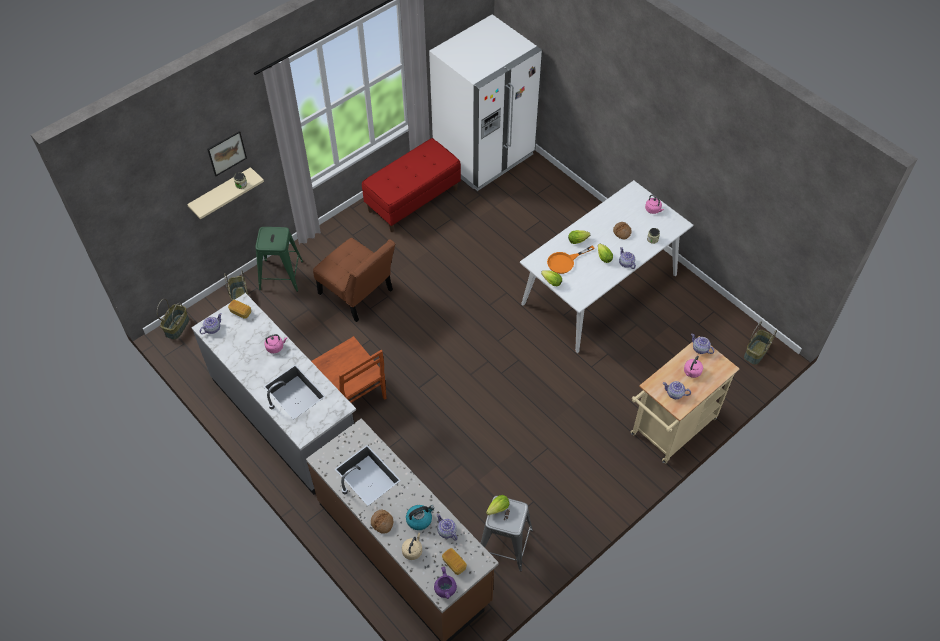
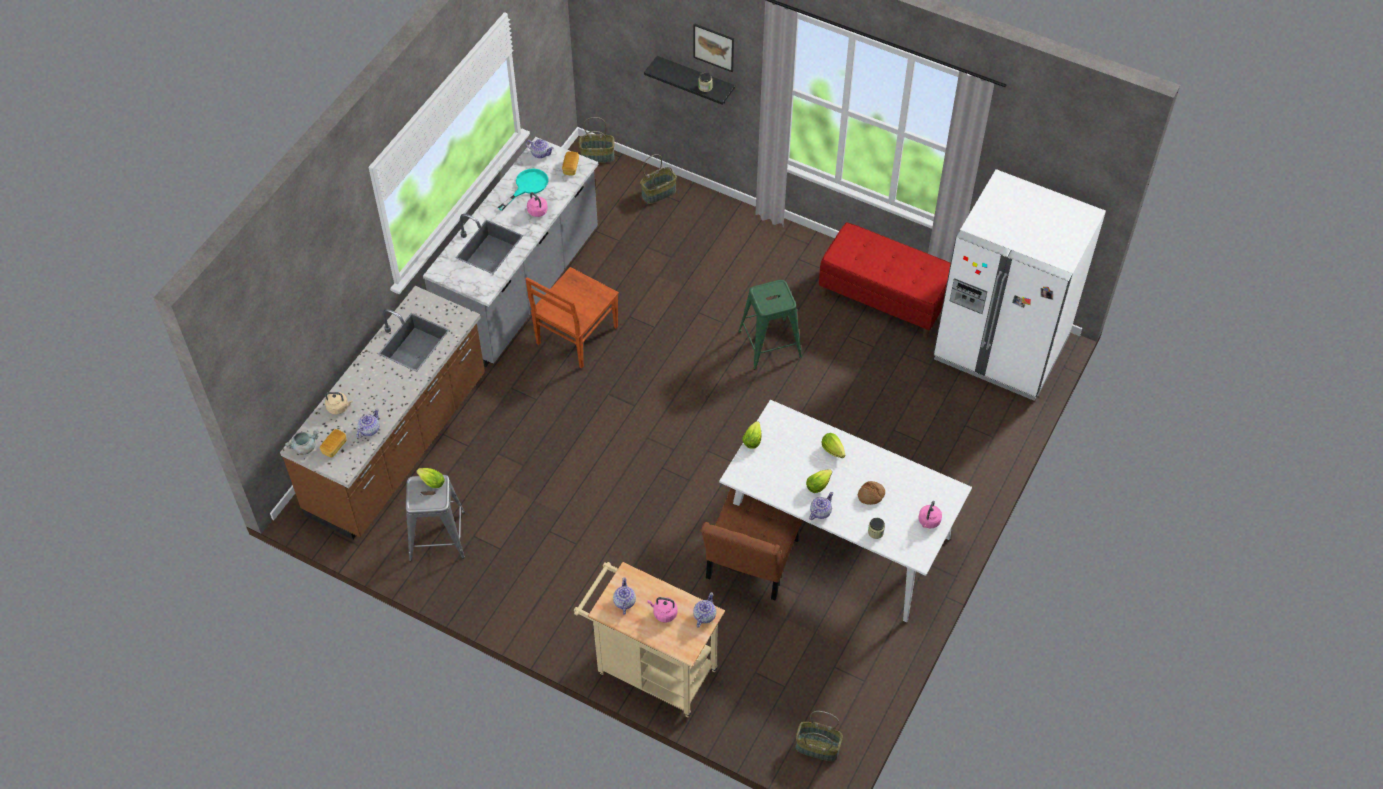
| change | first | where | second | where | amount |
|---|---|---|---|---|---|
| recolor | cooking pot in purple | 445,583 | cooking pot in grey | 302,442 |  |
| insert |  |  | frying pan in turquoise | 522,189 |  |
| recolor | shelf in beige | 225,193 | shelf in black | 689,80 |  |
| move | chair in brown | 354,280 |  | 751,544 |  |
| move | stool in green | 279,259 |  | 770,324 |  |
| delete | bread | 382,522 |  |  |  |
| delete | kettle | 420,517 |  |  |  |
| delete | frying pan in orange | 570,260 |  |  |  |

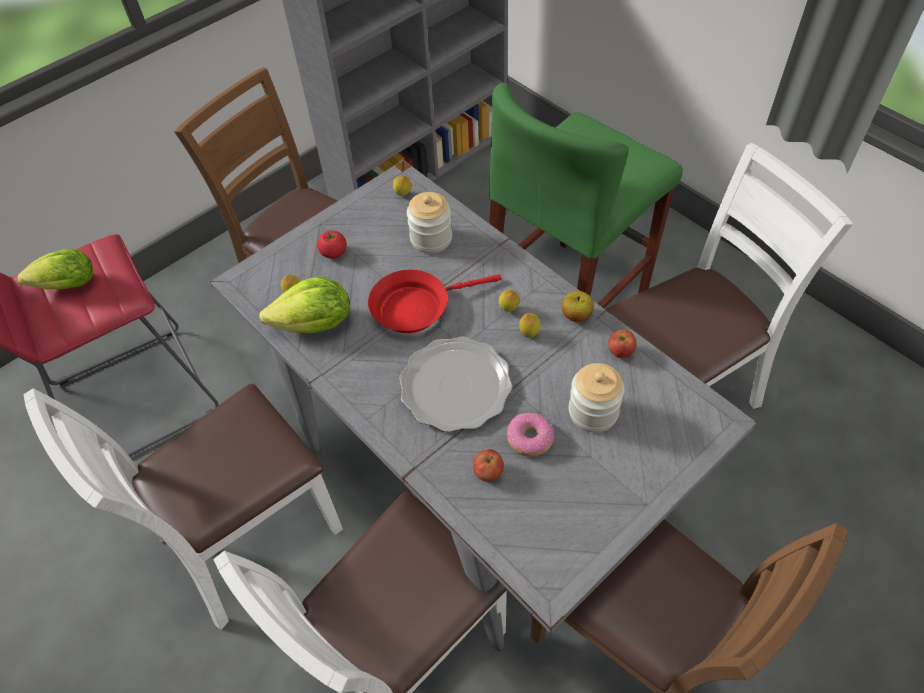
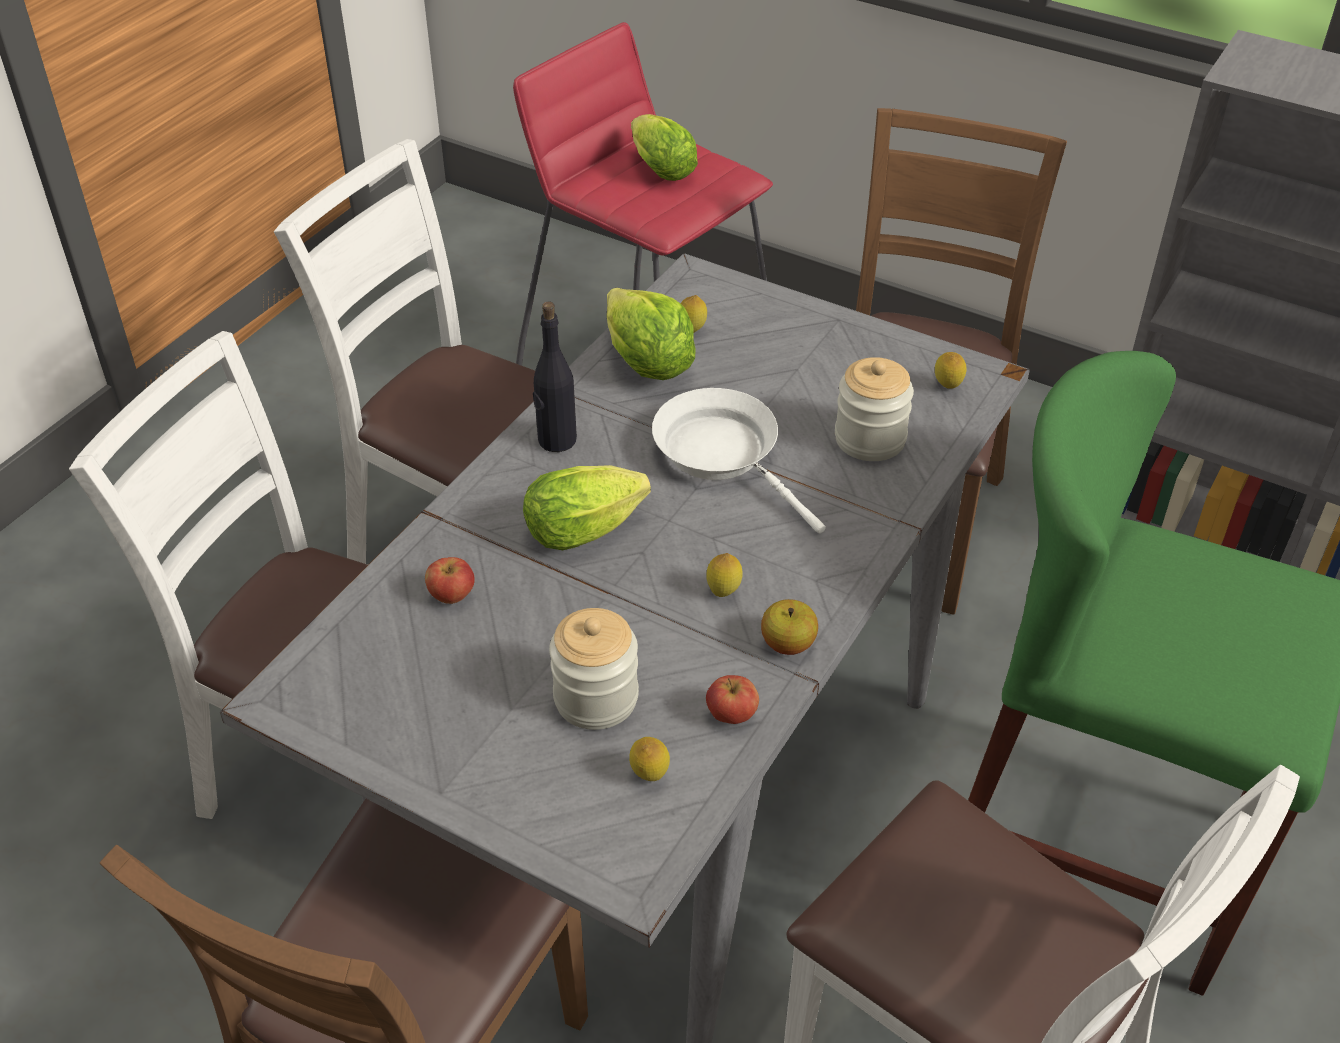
| change | first | where | second | where | amount |
|---|---|---|---|---|---|
| replace | plate | 455,384 | lettuce | 587,507 |  |
| insert |  |  | bottle in black | 555,376 |  |
| move | lemon | 509,301 |  | 649,759 |  |
| recolor | frying pan in red | 434,301 | frying pan in white | 739,460 |  |
| delete | tomato | 332,245 |  |  |  |
| delete | donut | 530,435 |  |  |  |

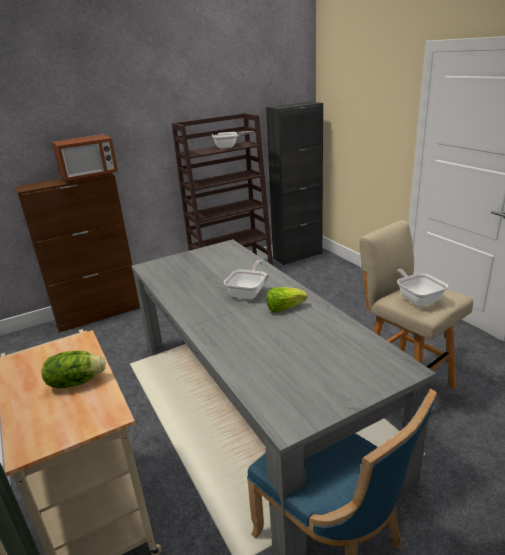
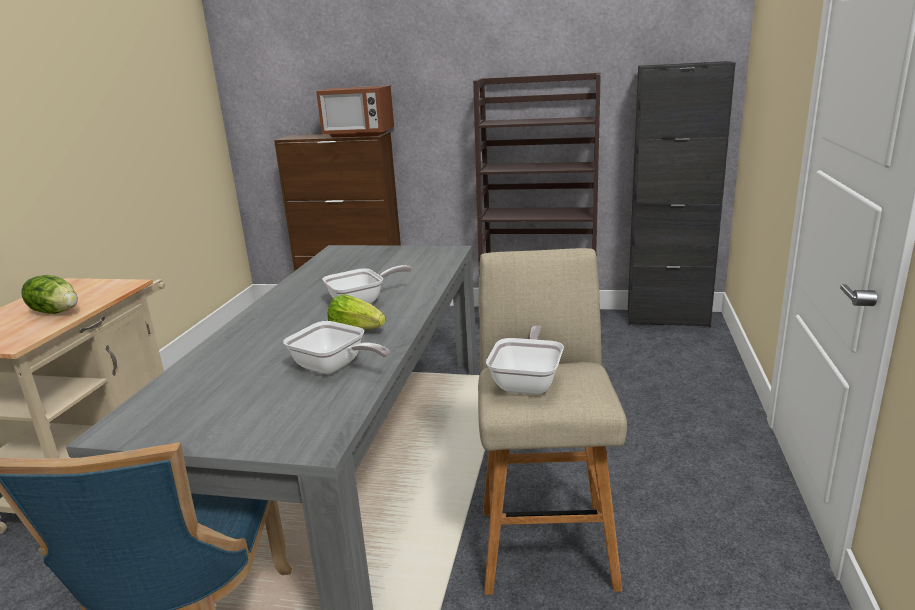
| change | first | where | second | where | amount |
|---|---|---|---|---|---|
| move | frying pan | 233,140 |  | 336,347 |  |

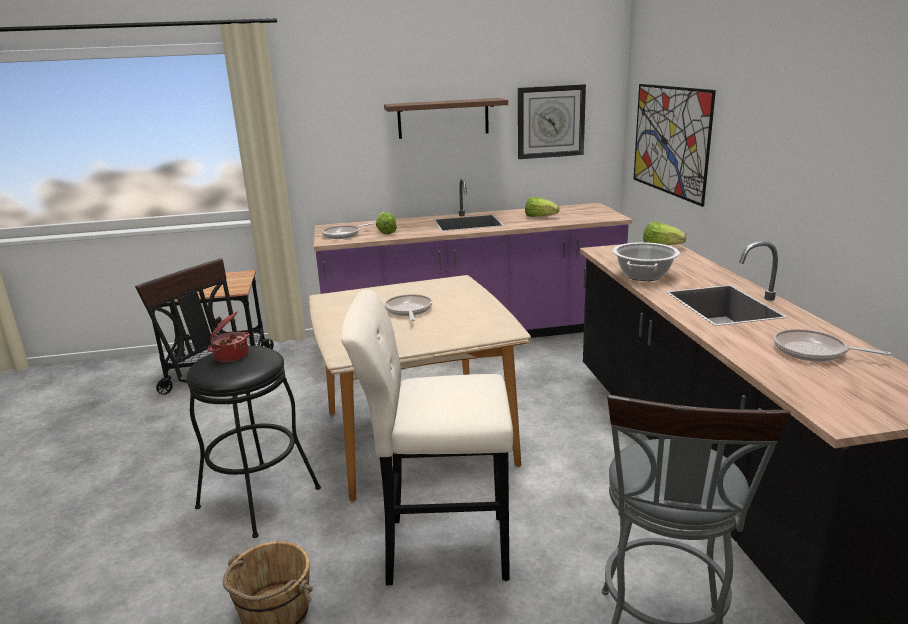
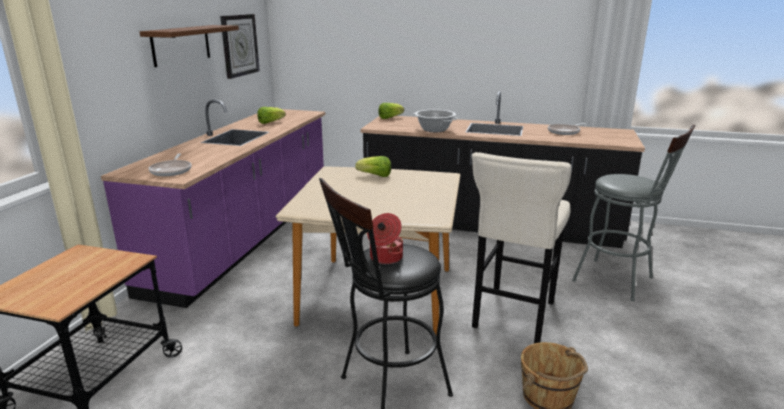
| change | first | where | second | where | amount |
|---|---|---|---|---|---|
| move | lettuce | 386,223 |  | 373,166 |  |
| delete | frying pan | 408,307 |  |  |  |
| delete | picture | 674,145 |  |  |  |

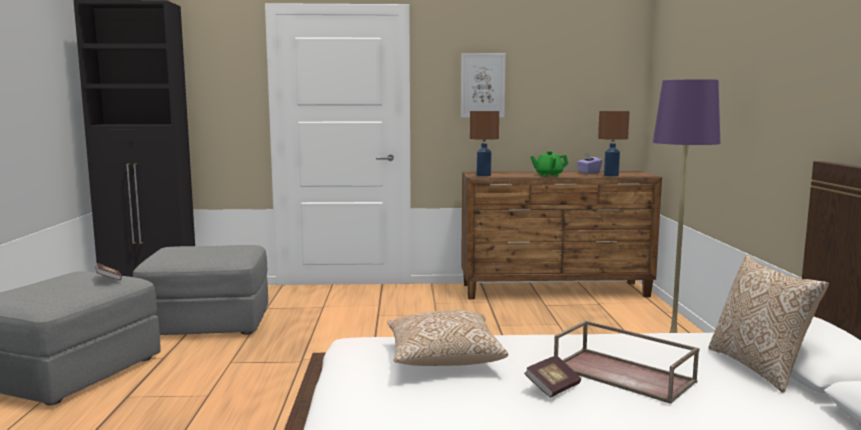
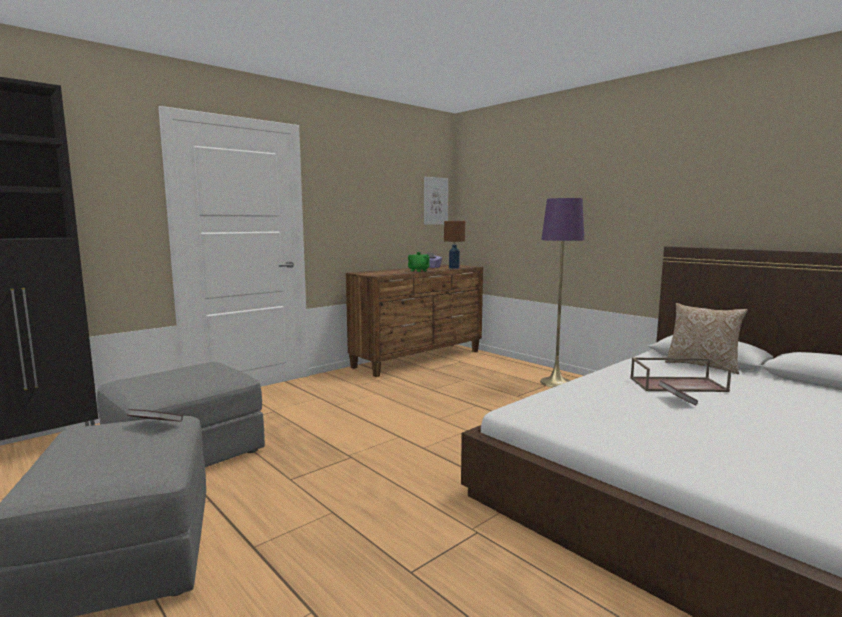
| change | first | where | second | where | amount |
|---|---|---|---|---|---|
| move | picture | 483,85 |  | 436,201 |  |
| delete | pillow | 447,338 |  |  |  |
| delete | table lamp in brown | 484,144 |  |  |  |

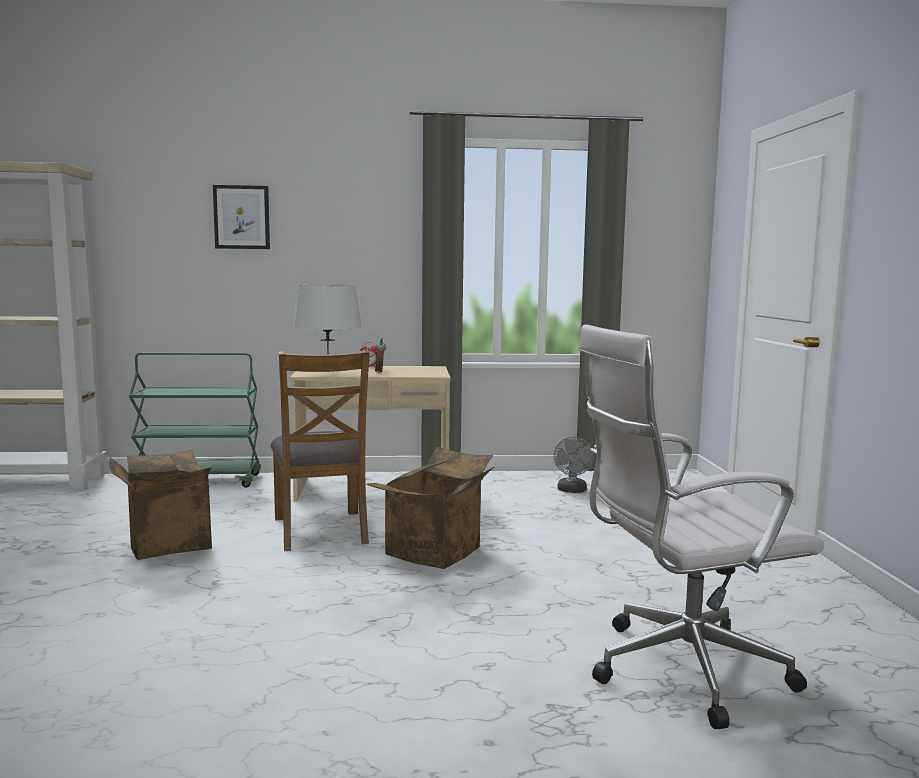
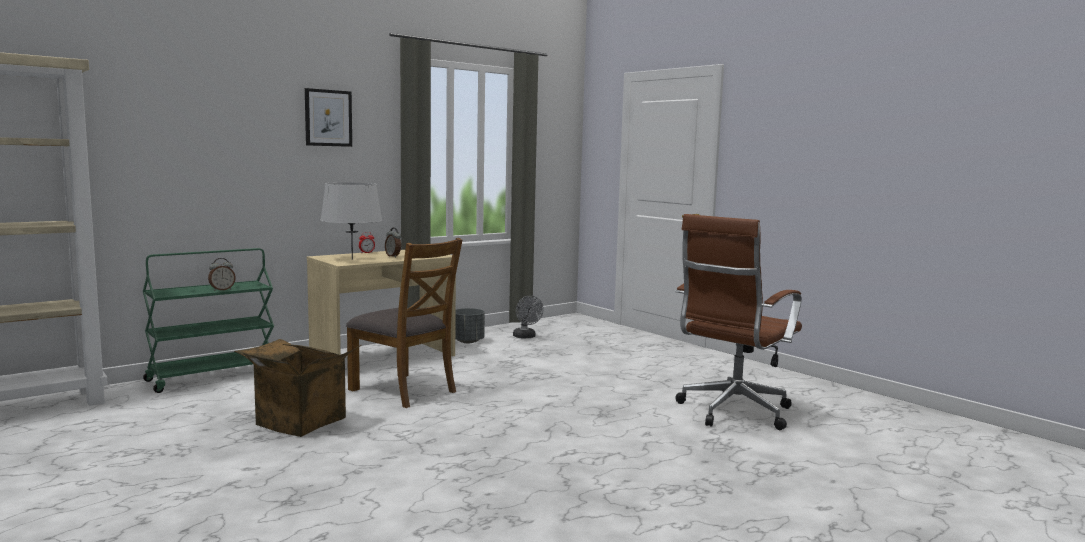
| change | first | where | second | where | amount |
|---|---|---|---|---|---|
| insert |  |  | alarm clock | 222,274 |  |
| move | picture | 241,217 |  | 328,117 |  |
| insert |  |  | planter in grey | 470,325 |  |
| recolor | office chair in white | 701,526 | office chair in brown | 738,322 |  |
| delete | cardboard box | 430,508 |  |  |  |

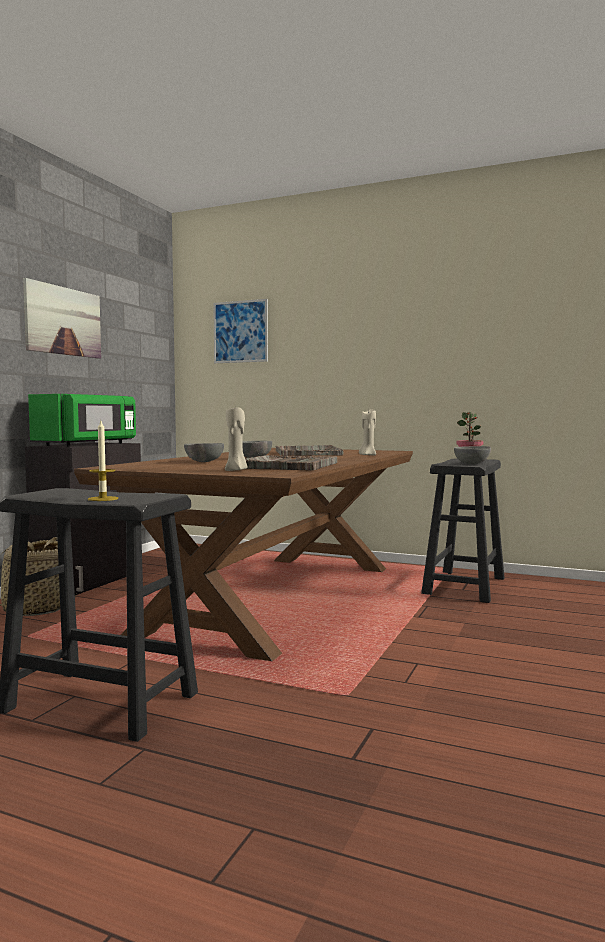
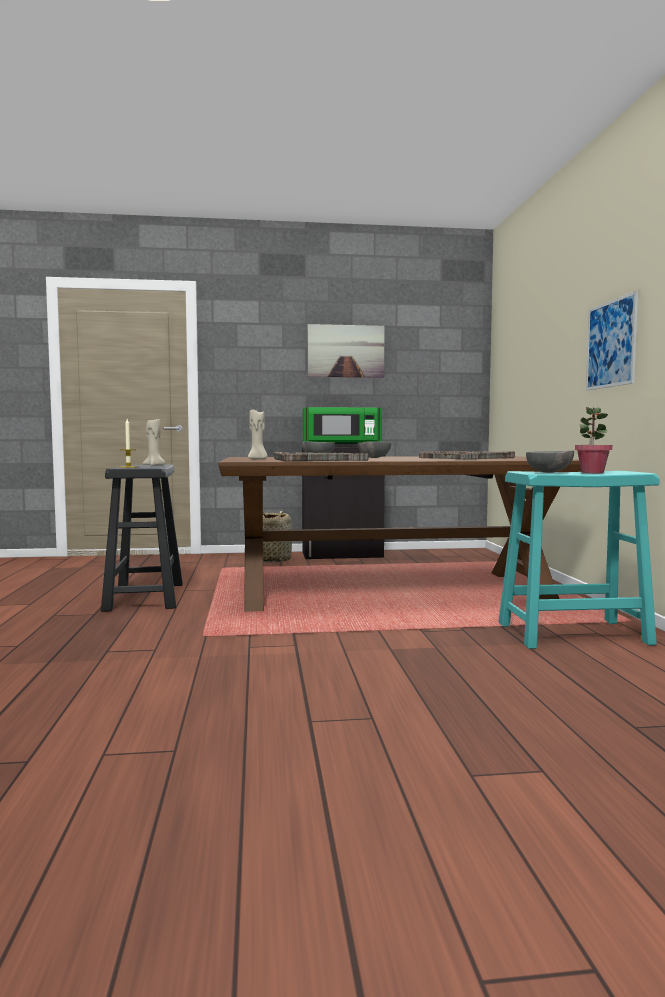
| change | first | where | second | where | amount |
|---|---|---|---|---|---|
| move | candle in beige | 367,432 |  | 154,442 |  |
| recolor | stool in black | 463,530 | stool in turquoise | 579,560 |  |
| move | picture | 240,331 |  | 612,341 |  |

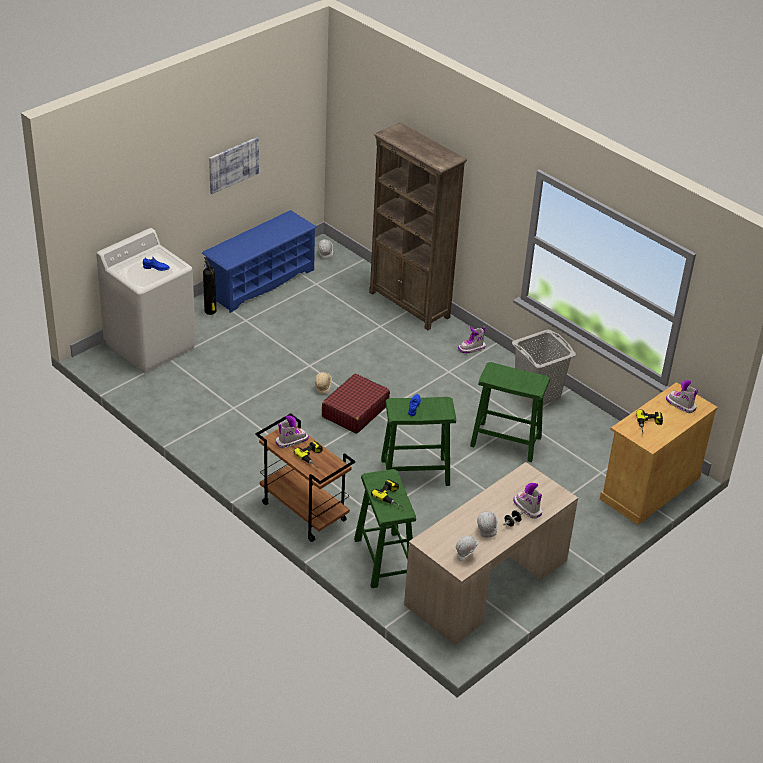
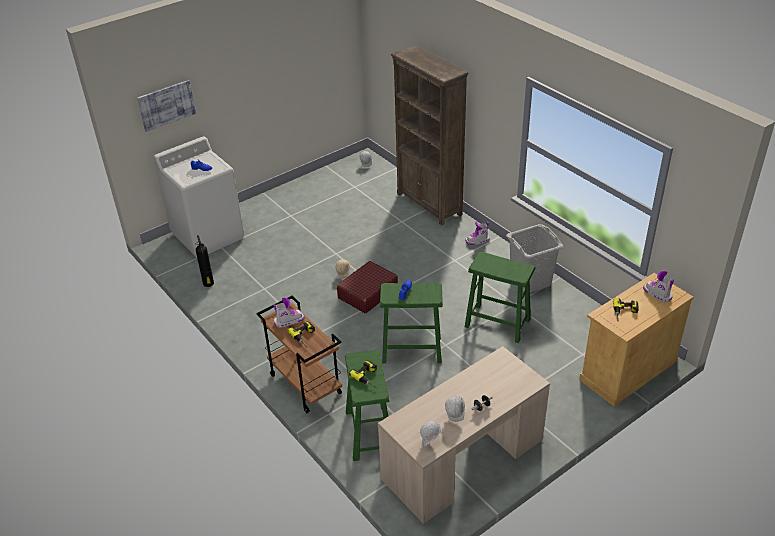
| change | first | where | second | where | amount |
|---|---|---|---|---|---|
| move | picture | 234,165 |  | 166,106 |  |
| move | fire extinguisher | 209,286 |  | 204,261 |  |
| delete | shoe rack in blue | 259,261 |  |  |  |
| delete | boot | 528,501 |  |  |  |

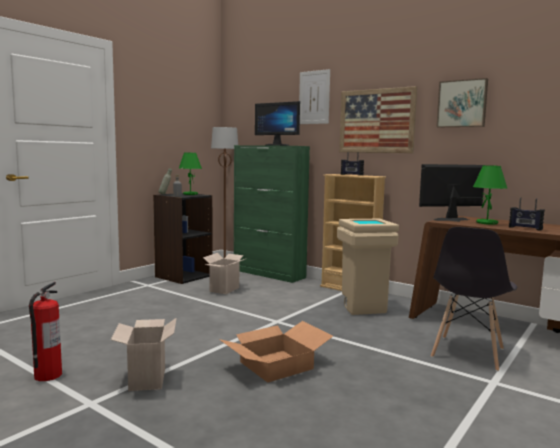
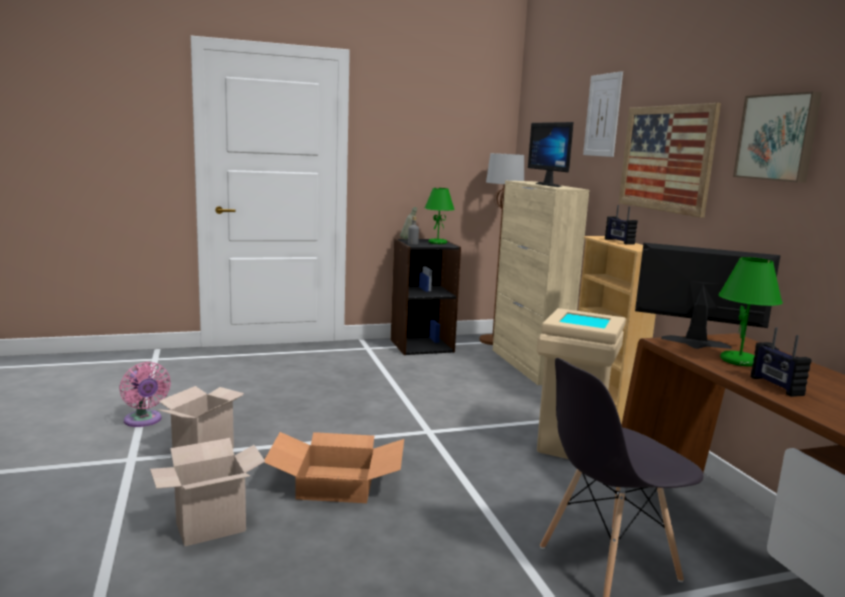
| change | first | where | second | where | amount |
|---|---|---|---|---|---|
| replace | fire extinguisher | 45,331 | fan in pink | 145,394 |  |
| move | cardboard box | 224,273 |  | 207,492 |  |
| recolor | cabinet in green | 272,214 | cabinet in beige | 541,283 |  |

